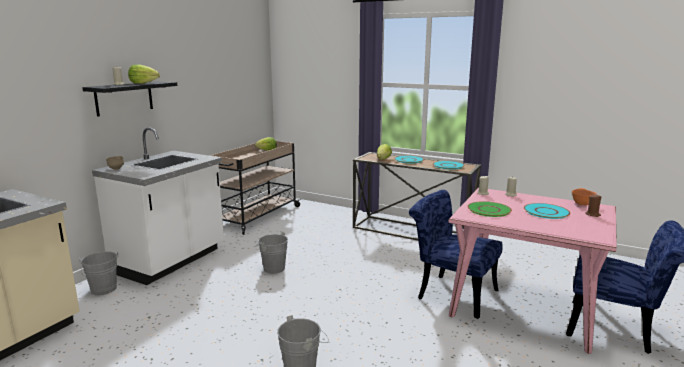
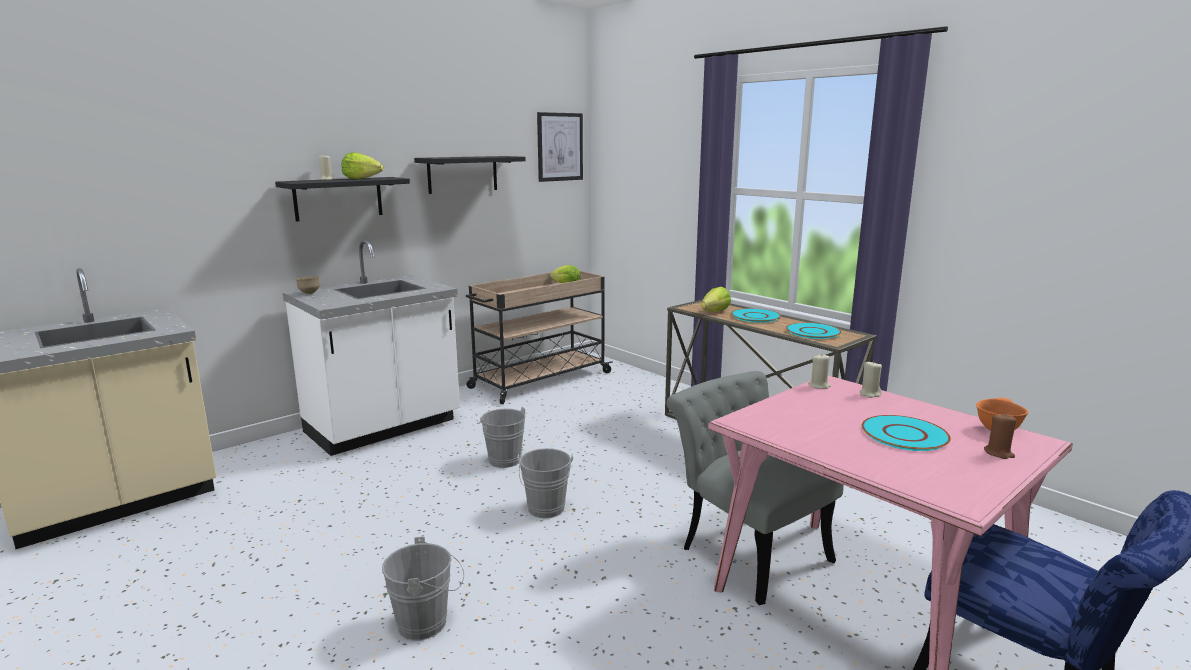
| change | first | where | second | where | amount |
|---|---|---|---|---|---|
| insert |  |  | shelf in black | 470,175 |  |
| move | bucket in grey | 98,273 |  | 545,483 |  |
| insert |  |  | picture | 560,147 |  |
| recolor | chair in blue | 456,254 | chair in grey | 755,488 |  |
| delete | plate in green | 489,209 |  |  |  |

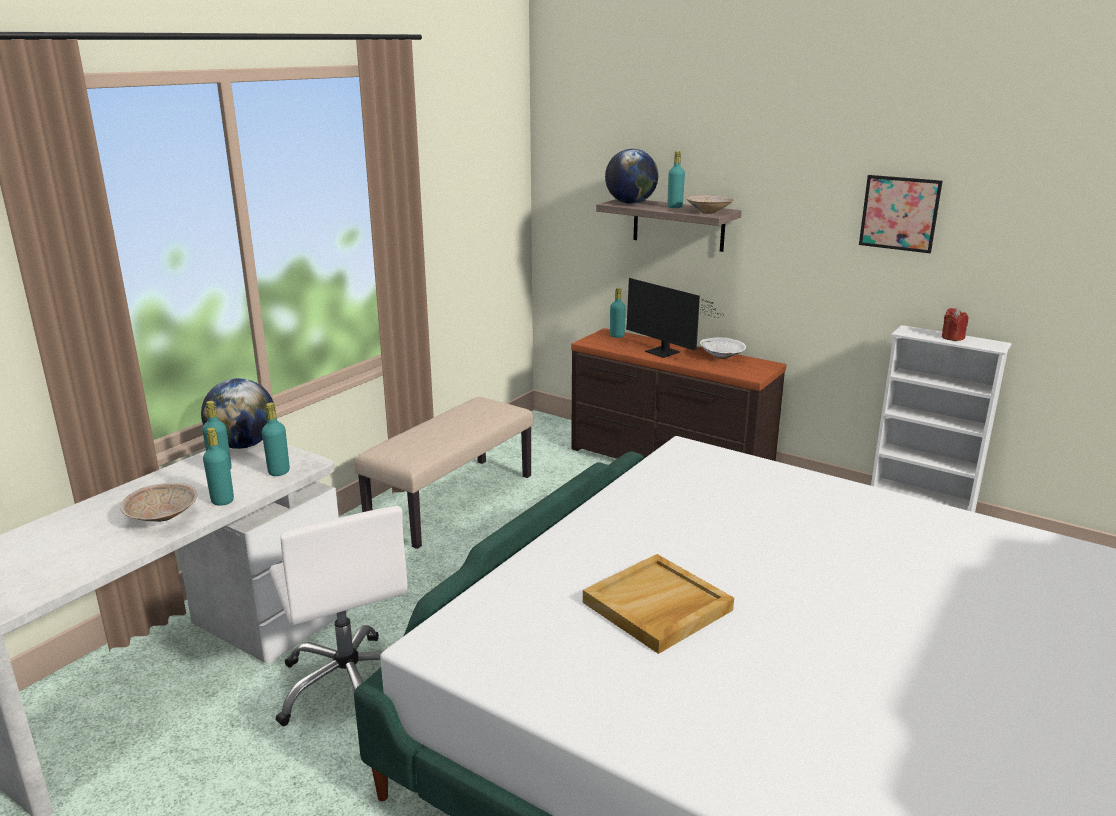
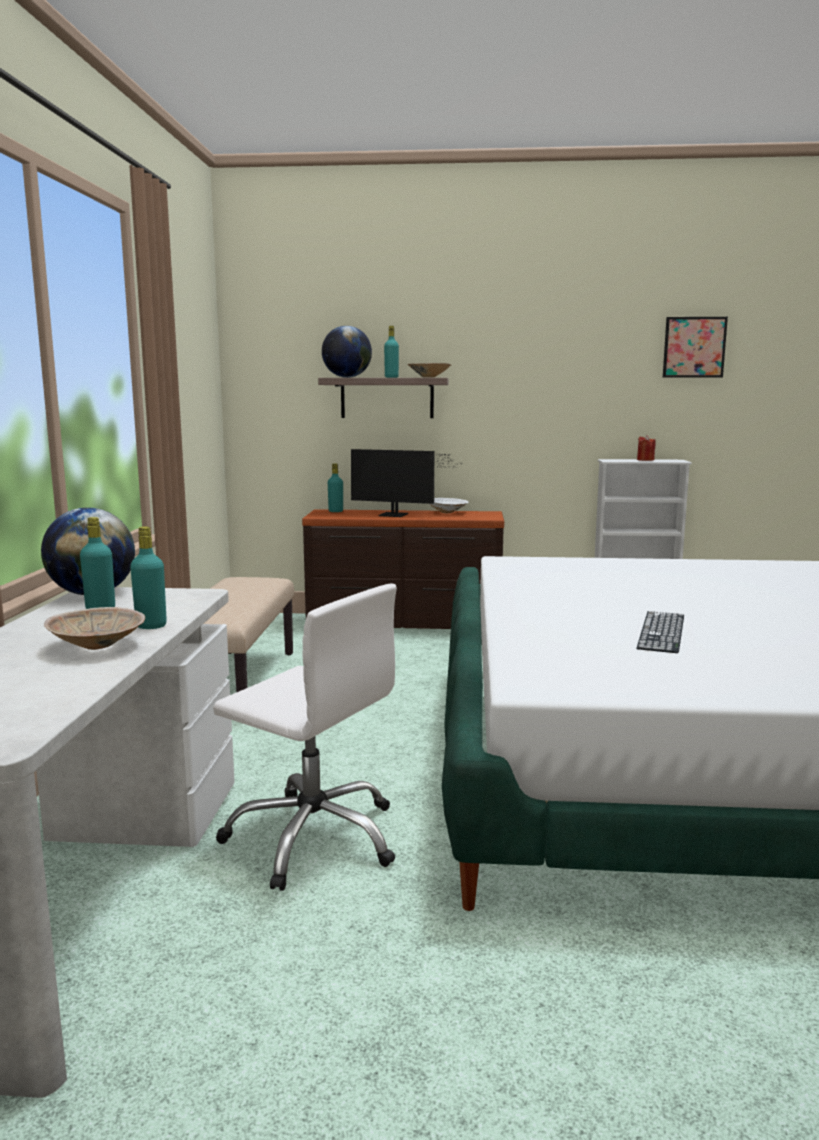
| change | first | where | second | where | amount |
|---|---|---|---|---|---|
| replace | tray in beige | 658,604 | keyboard | 660,632 |  |
| move | picture | 901,214 |  | 695,347 |  |
| delete | bottle in turquoise | 276,439 |  |  |  |

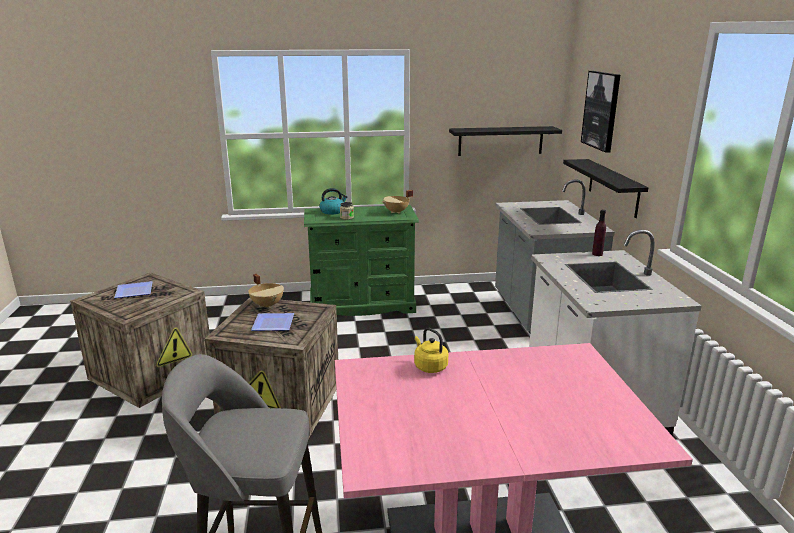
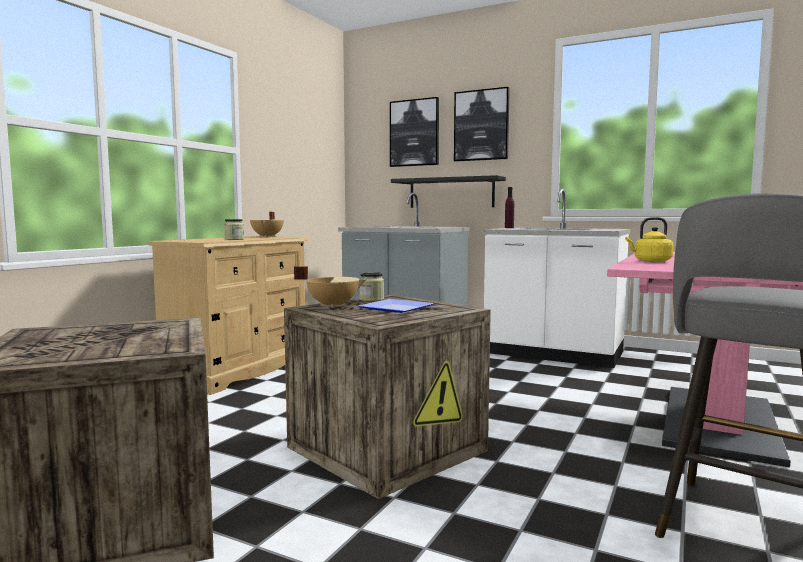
| change | first | where | second | where | amount |
|---|---|---|---|---|---|
| recolor | dresser in green | 361,260 | dresser in beige | 228,315 |  |
| insert |  |  | jar | 371,286 |  |
| insert |  |  | picture | 482,124 |  |
| delete | plate | 133,289 |  |  |  |
| delete | kettle | 333,201 |  |  |  |
| delete | shelf in black | 505,141 |  |  |  |

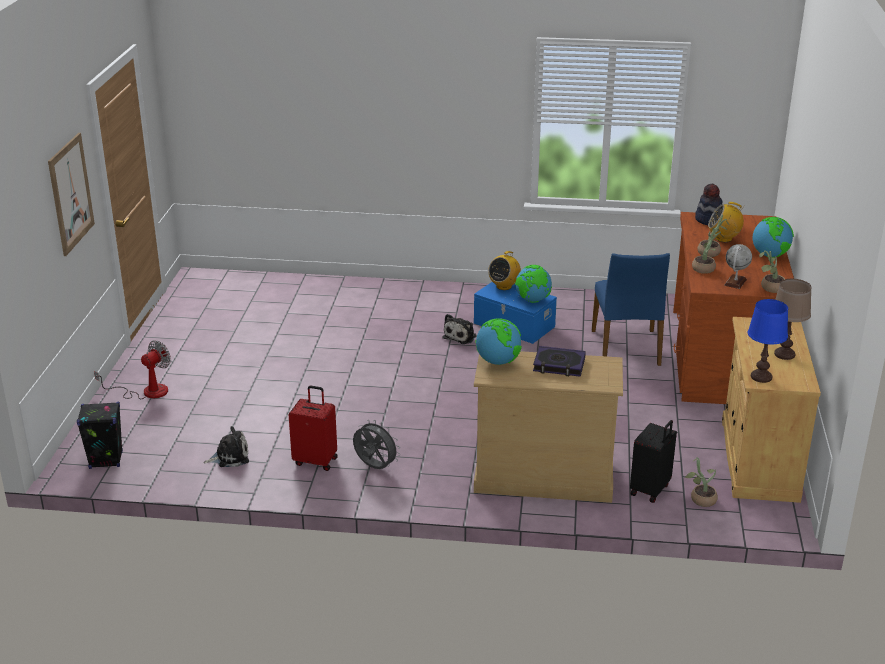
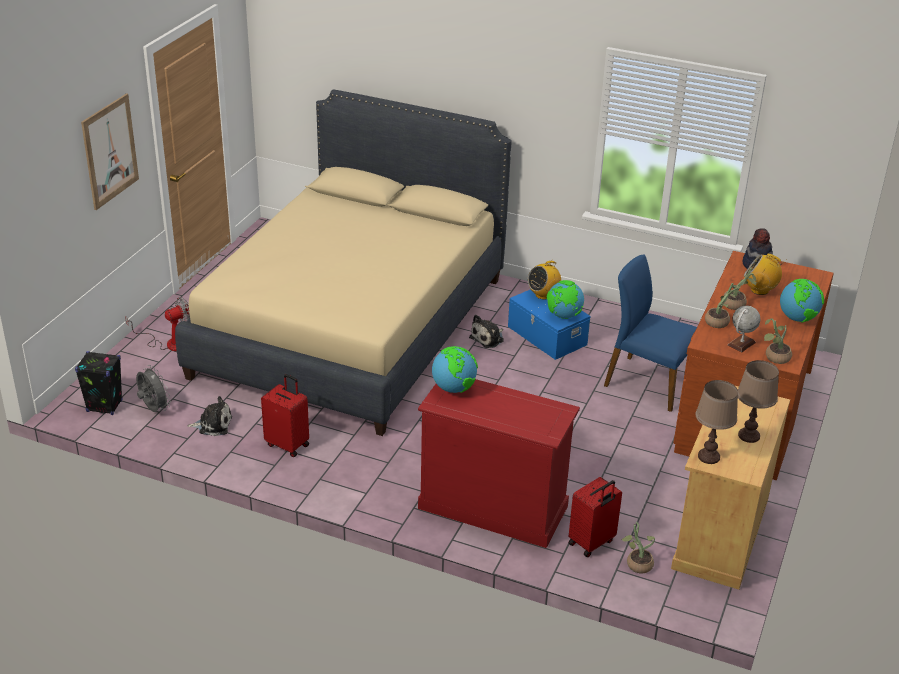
| change | first | where | second | where | amount |
|---|---|---|---|---|---|
| move | fan in grey | 376,444 |  | 153,388 |  |
| insert |  |  | bed in beige | 343,263 |  |
| recolor | dresser in beige | 548,427 | dresser in red | 499,463 |  |
| recolor | suitcase in black | 653,461 | suitcase in red | 595,517 |  |
| rotate | chair in blue | 631,309 |  | 650,333 | 105 degrees clockwise |
| recolor | table lamp in blue | 768,341 | table lamp in brown | 716,422 |  |
| delete | book | 559,361 |  |  |  |

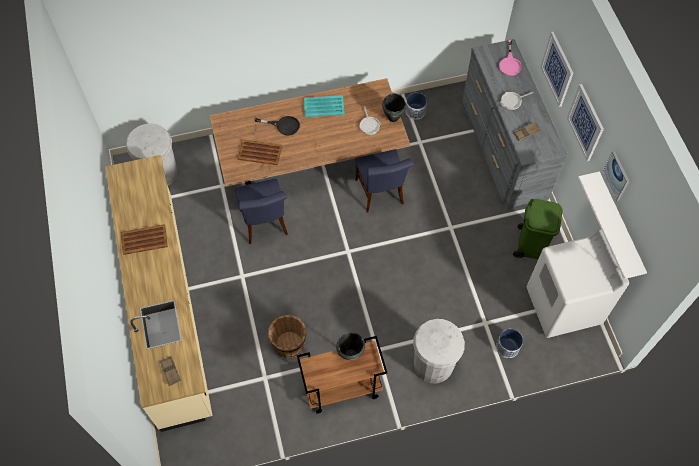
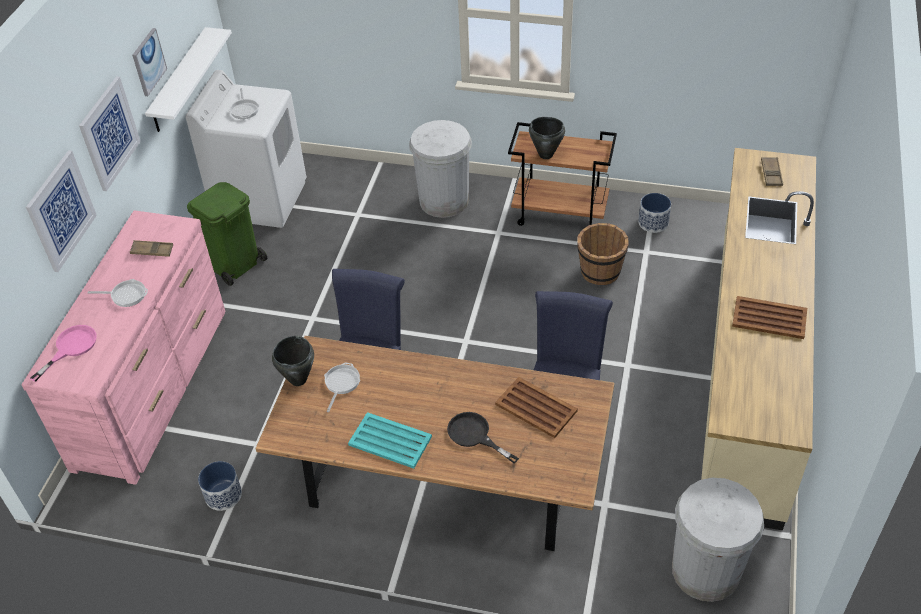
| change | first | where | second | where | amount |
|---|---|---|---|---|---|
| recolor | dresser in grey | 514,124 | dresser in pink | 123,347 |  |
| insert |  |  | frying pan | 244,103 |  |
| move | planter | 509,343 |  | 654,213 |  |

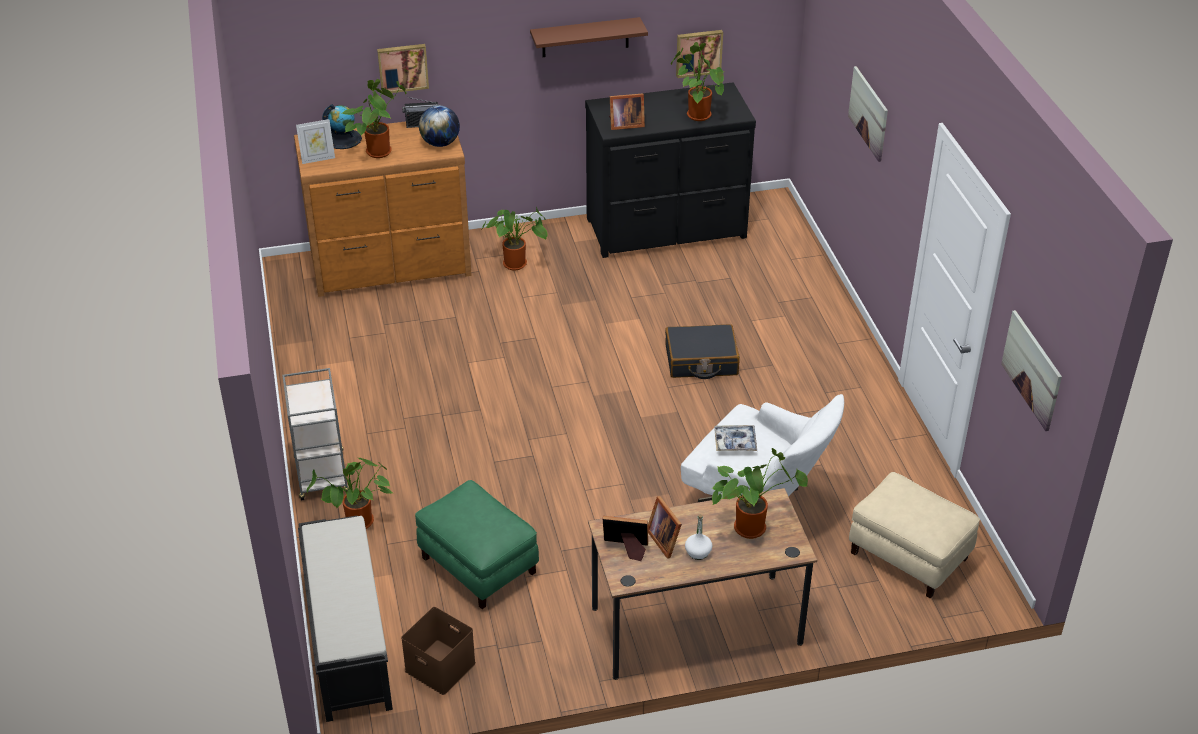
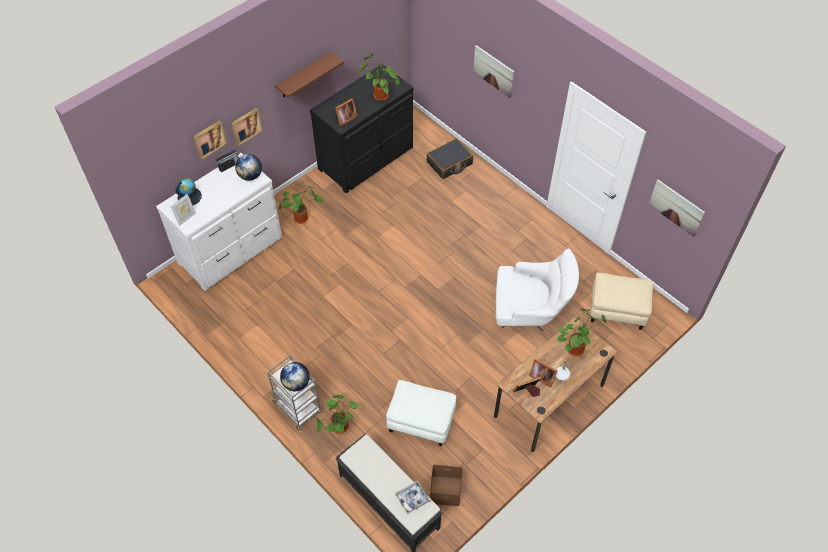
| change | first | where | second | where | amount |
|---|---|---|---|---|---|
| recolor | dresser in brown | 382,209 | dresser in white | 219,222 |  |
| move | picture | 699,54 |  | 247,127 |  |
| insert |  |  | globe | 295,376 |  |
| recolor | ottoman in green | 477,544 | ottoman in white | 421,413 |  |
| move | tray | 735,438 |  | 412,497 |  |
| move | suitcase in black | 702,351 |  | 450,158 |  |
| delete | potted plant | 374,118 |  |  |  |

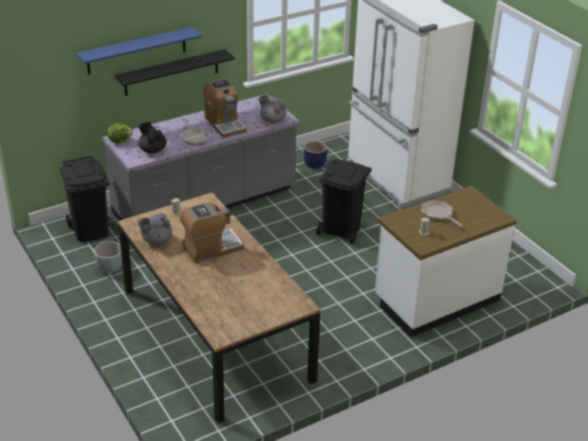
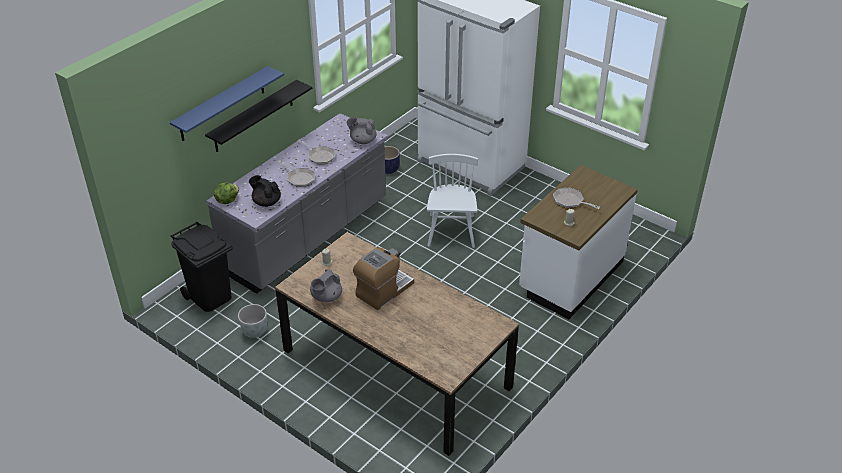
| change | first | where | second | where | amount |
|---|---|---|---|---|---|
| replace | coffee machine | 225,108 | frying pan | 316,151 |  |
| replace | trash can in black | 344,201 | chair in white | 452,201 |  |

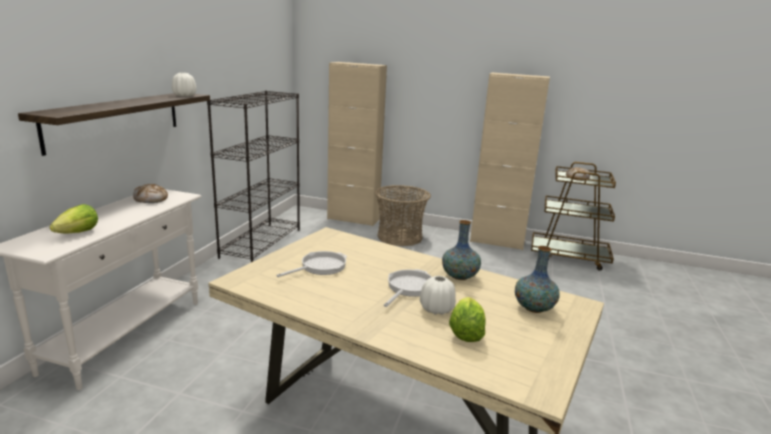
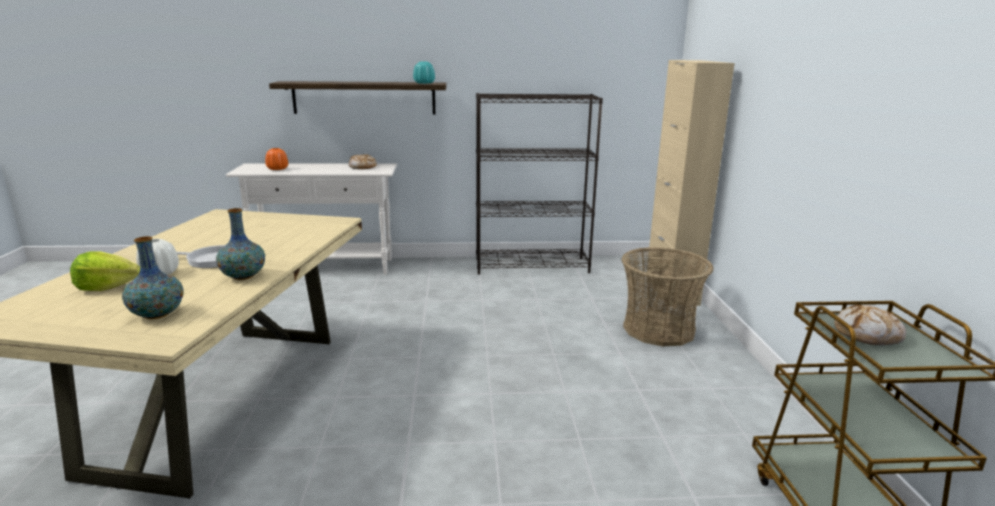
| change | first | where | second | where | amount |
|---|---|---|---|---|---|
| replace | lettuce | 74,219 | vase in orange | 276,159 |  |
| recolor | vase in white | 184,84 | vase in turquoise | 424,73 |  |
| delete | frying pan | 311,264 |  |  |  |
| delete | cabinet in beige | 510,161 |  |  |  |

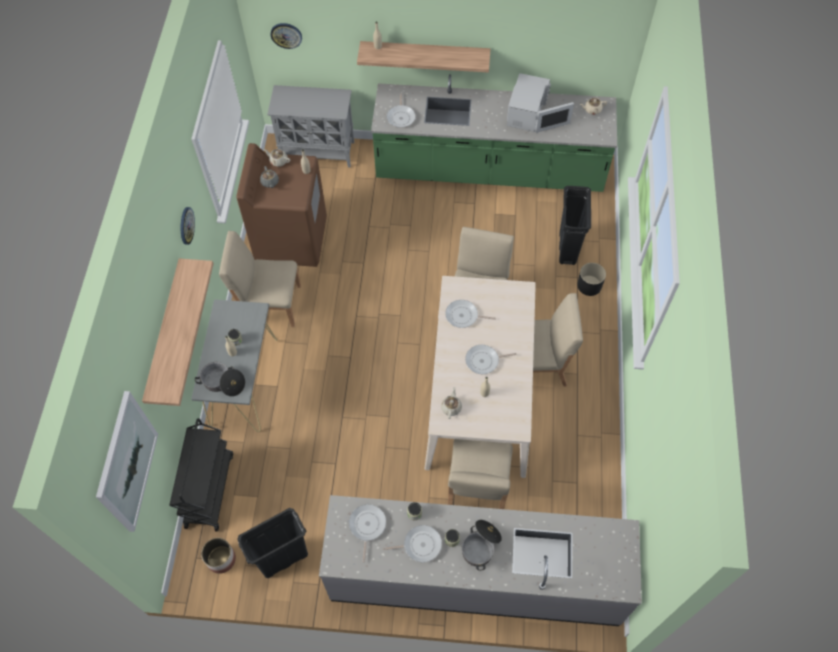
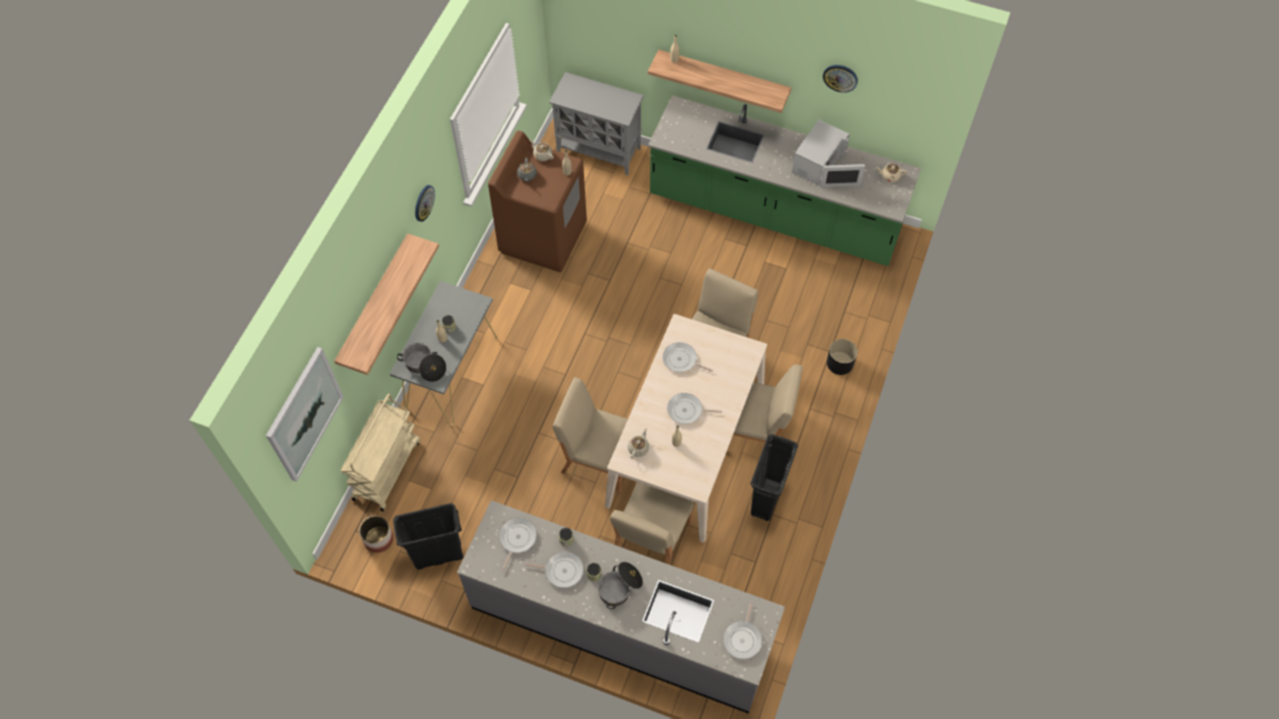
| change | first | where | second | where | amount |
|---|---|---|---|---|---|
| recolor | cart in black | 201,475 | cart in beige | 380,452 |  |
| move | chair in beige | 260,279 |  | 590,435 |  |
| move | frying pan | 401,111 |  | 742,630 |  |
| move | trash can in black | 575,225 |  | 774,477 |  |
| move | wall clock | 286,36 |  | 840,79 |  |

